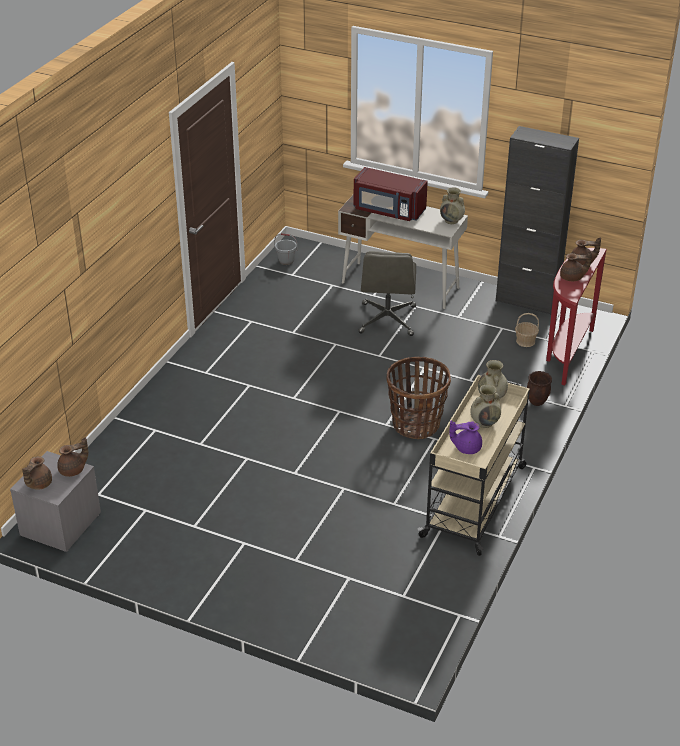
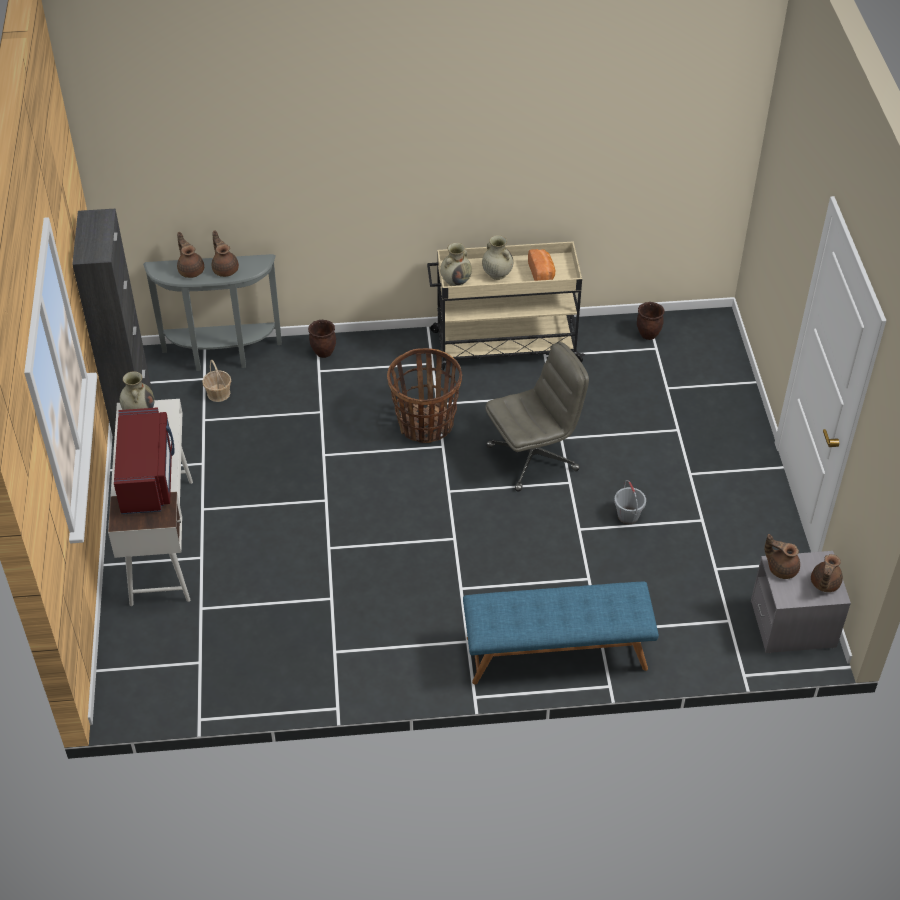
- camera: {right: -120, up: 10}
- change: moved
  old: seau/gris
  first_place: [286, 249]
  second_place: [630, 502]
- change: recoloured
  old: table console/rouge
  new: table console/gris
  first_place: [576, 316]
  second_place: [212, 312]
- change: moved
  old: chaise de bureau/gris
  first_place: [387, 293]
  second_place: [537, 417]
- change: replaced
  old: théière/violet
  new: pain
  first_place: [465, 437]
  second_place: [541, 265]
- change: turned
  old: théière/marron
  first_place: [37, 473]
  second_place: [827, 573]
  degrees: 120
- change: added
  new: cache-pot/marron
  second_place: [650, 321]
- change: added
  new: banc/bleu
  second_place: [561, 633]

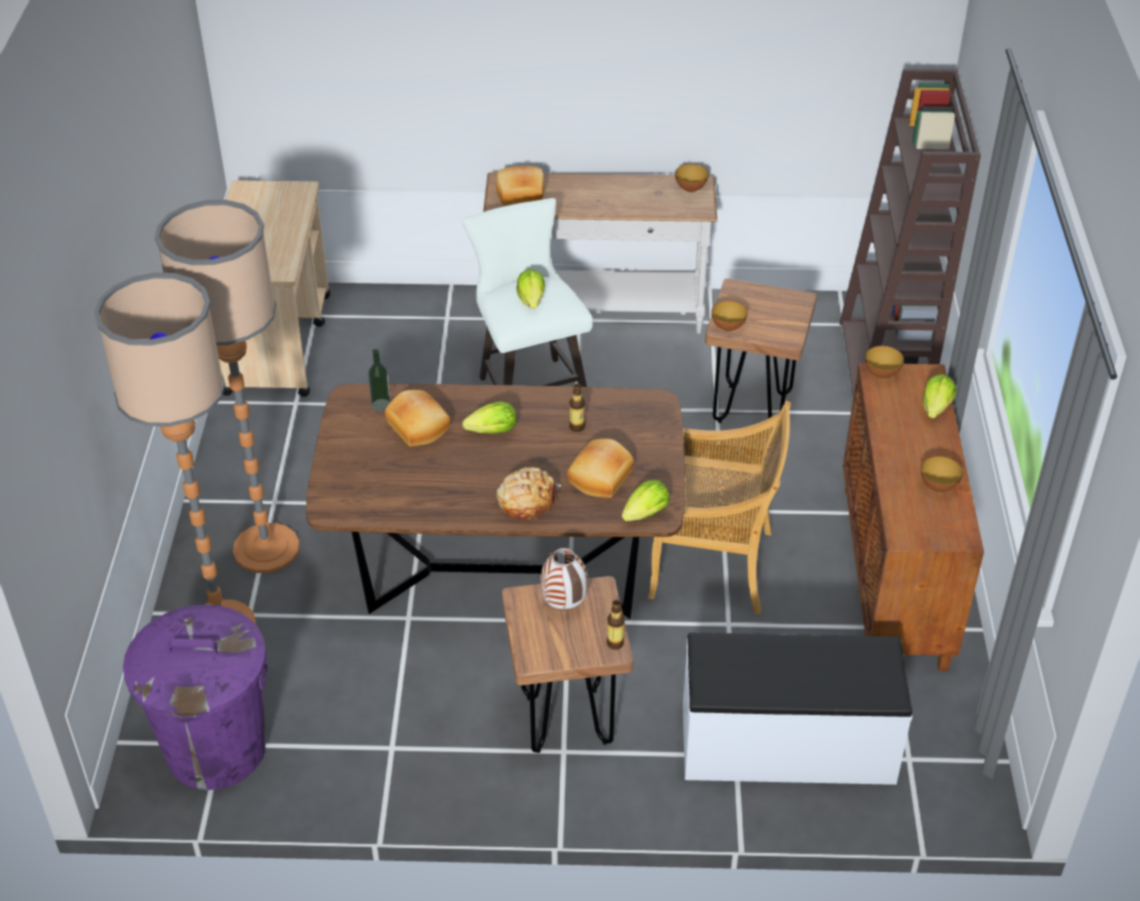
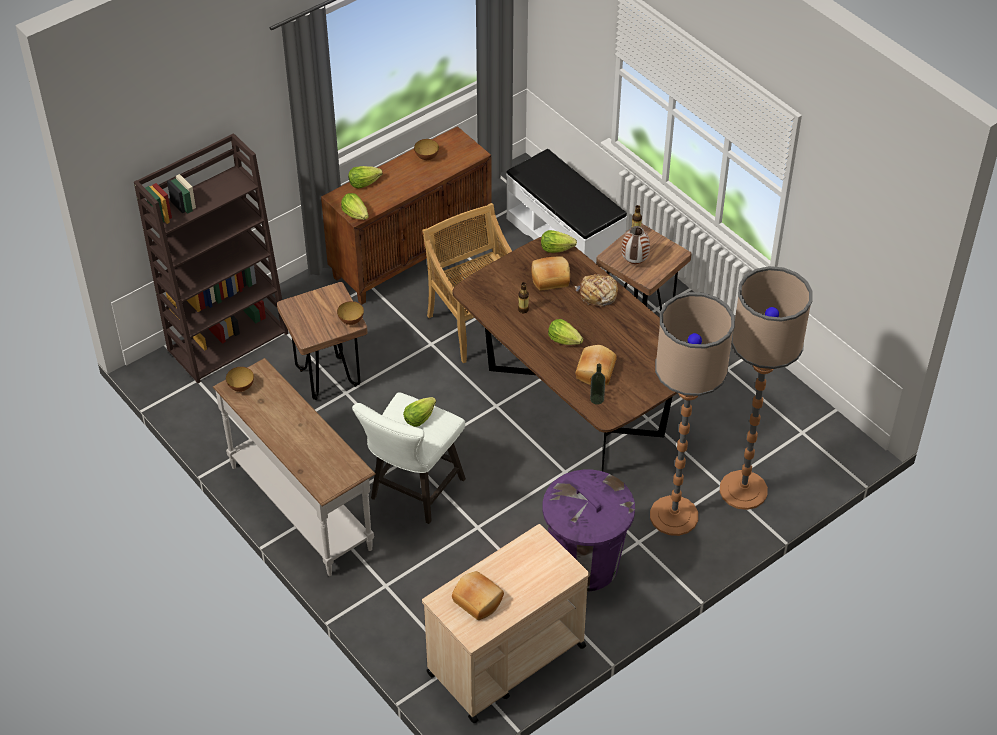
- camera: {right: -130, up: 5}
- change: moved
  old: pain
  first_place: [520, 185]
  second_place: [478, 595]
- change: replaced
  old: bol
  new: laitue
  first_place: [884, 362]
  second_place: [355, 206]
- change: moved
  old: poubelle/violet
  first_place: [195, 697]
  second_place: [589, 530]

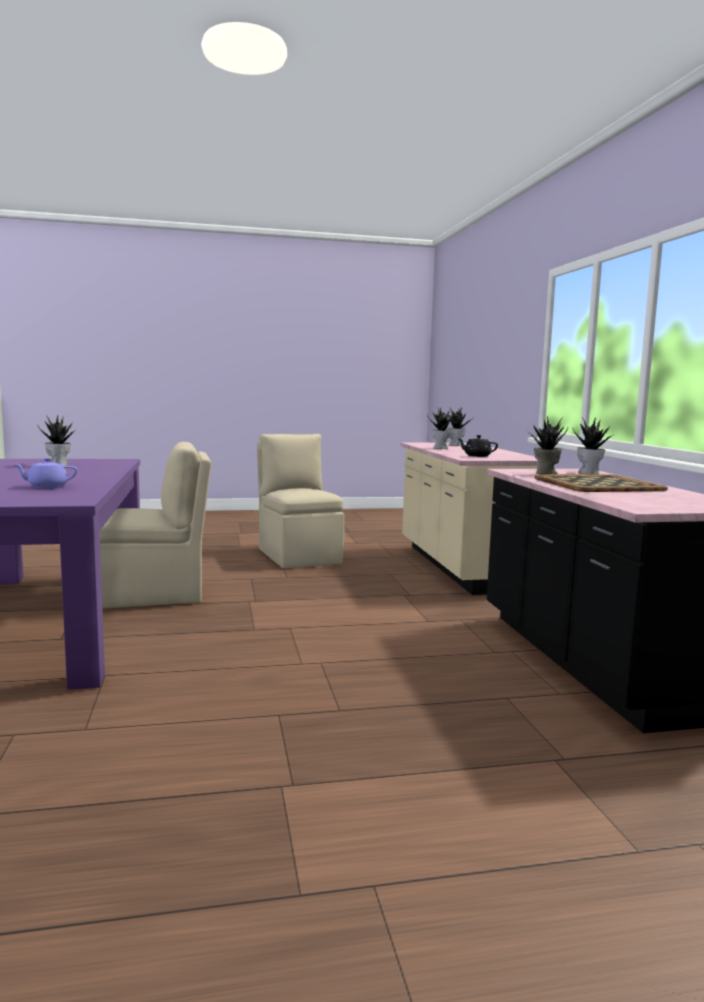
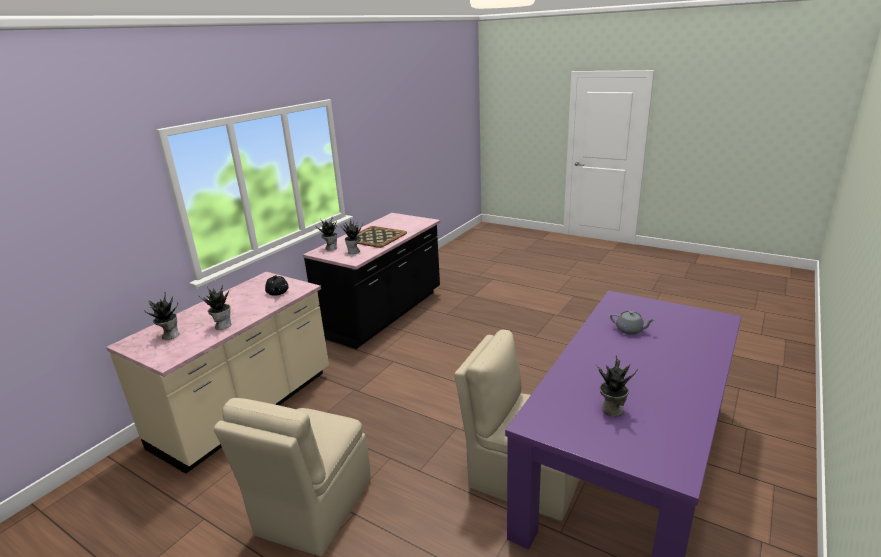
- camera: {right: -135, up: 15}
- change: recoloured
  old: théière/violet
  new: théière/gris
  first_place: [45, 473]
  second_place: [632, 322]

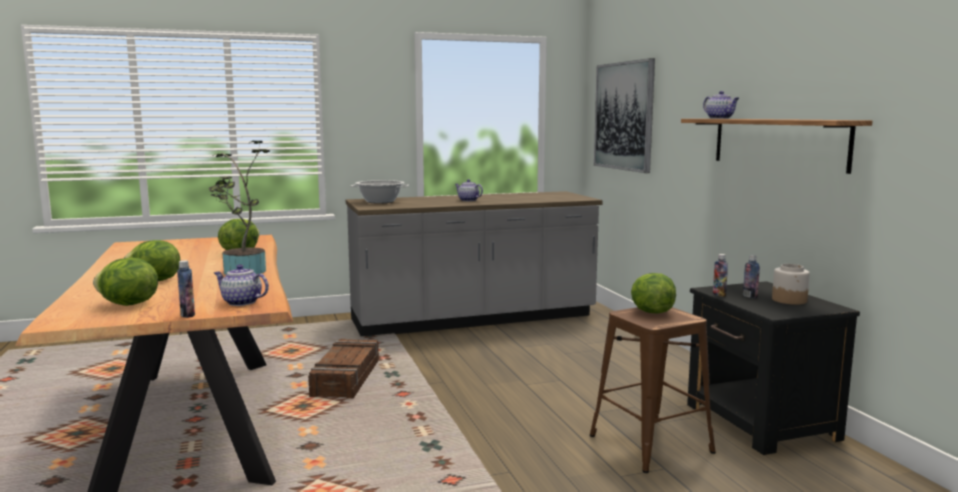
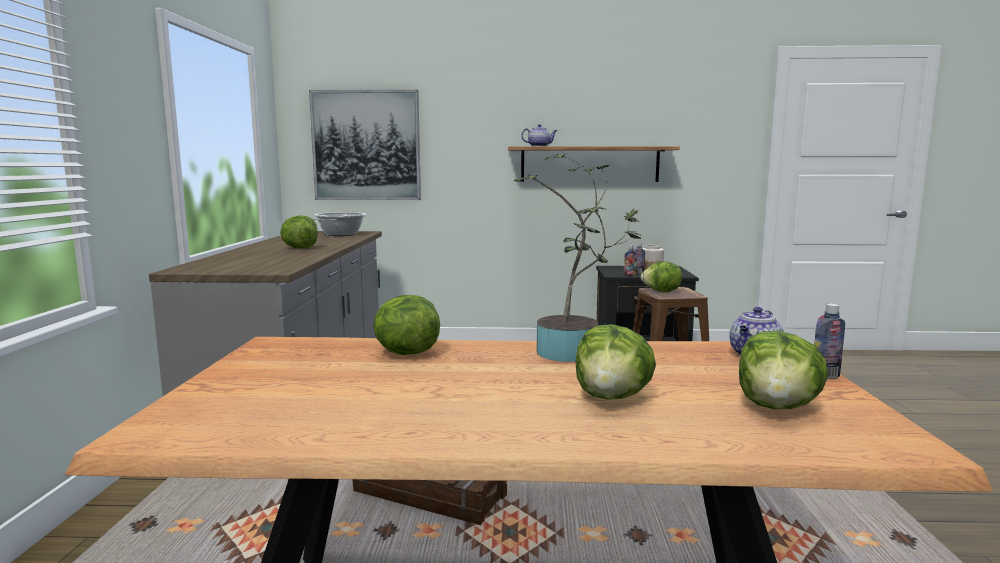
- camera: {right: -70, up: 0}
- change: replaced
  old: théière
  new: laitue
  first_place: [469, 190]
  second_place: [299, 232]
- change: moved
  old: marmite
  first_place: [379, 192]
  second_place: [340, 224]

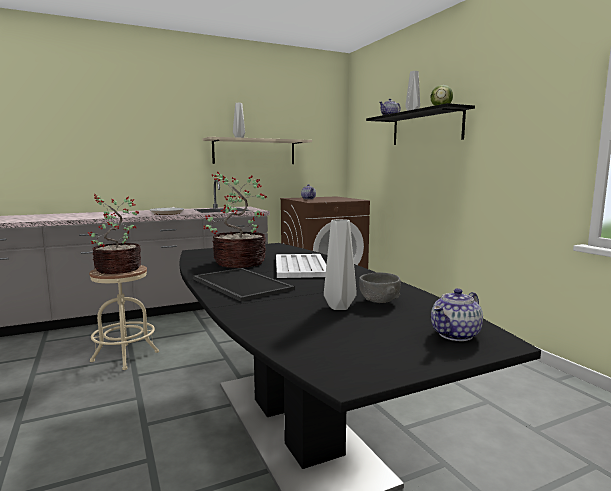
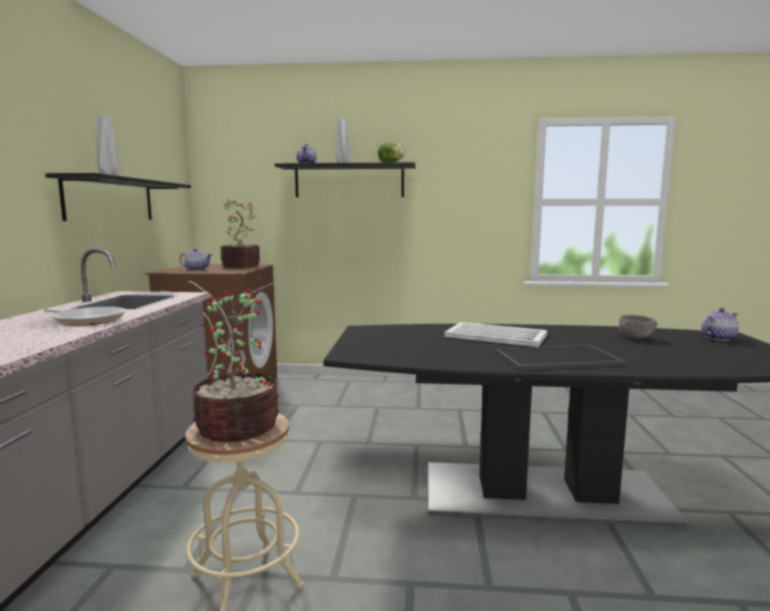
- camera: {right: -60, up: 0}
- change: recoloured
  old: étagère/beige
  new: étagère/noir
  first_place: [257, 150]
  second_place: [118, 197]
- change: moved
  old: plante en pot
  first_place: [235, 219]
  second_place: [240, 233]
- change: removed
  old: vase/gris
  first_place: [340, 264]
- change: turned
  old: théière
  first_place: [457, 314]
  second_place: [720, 324]
  degrees: -105

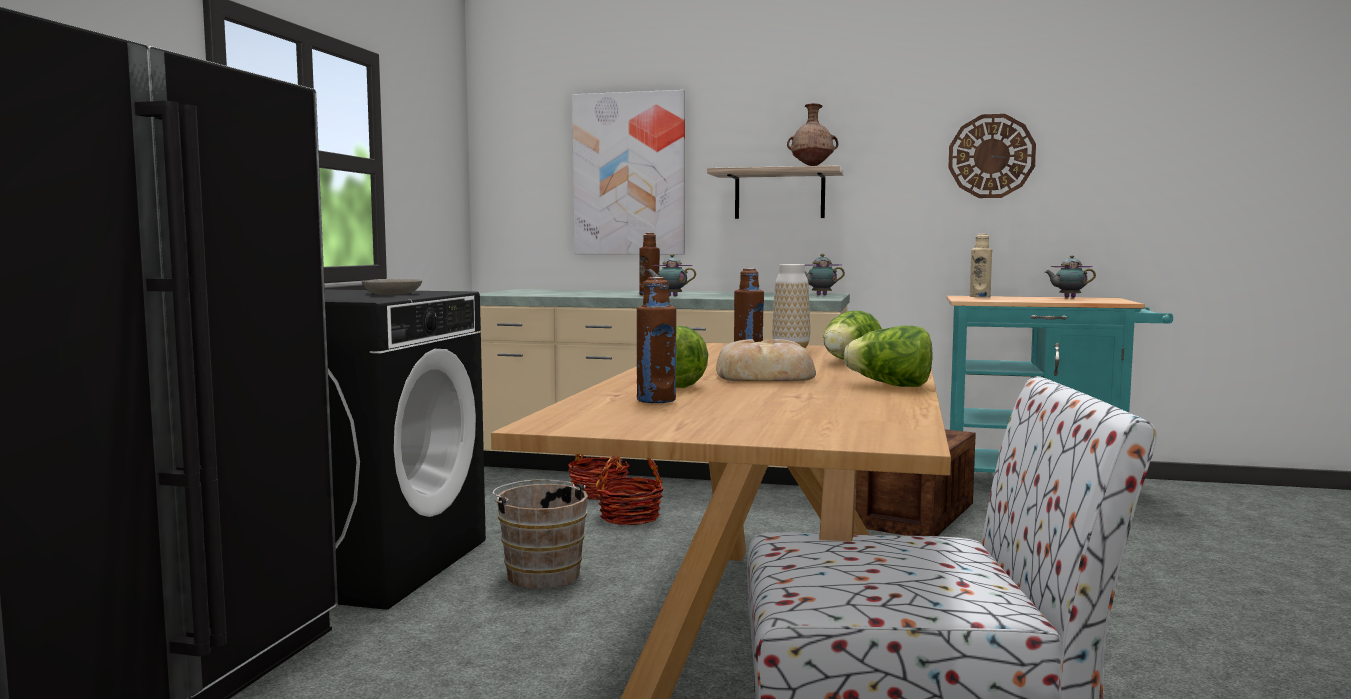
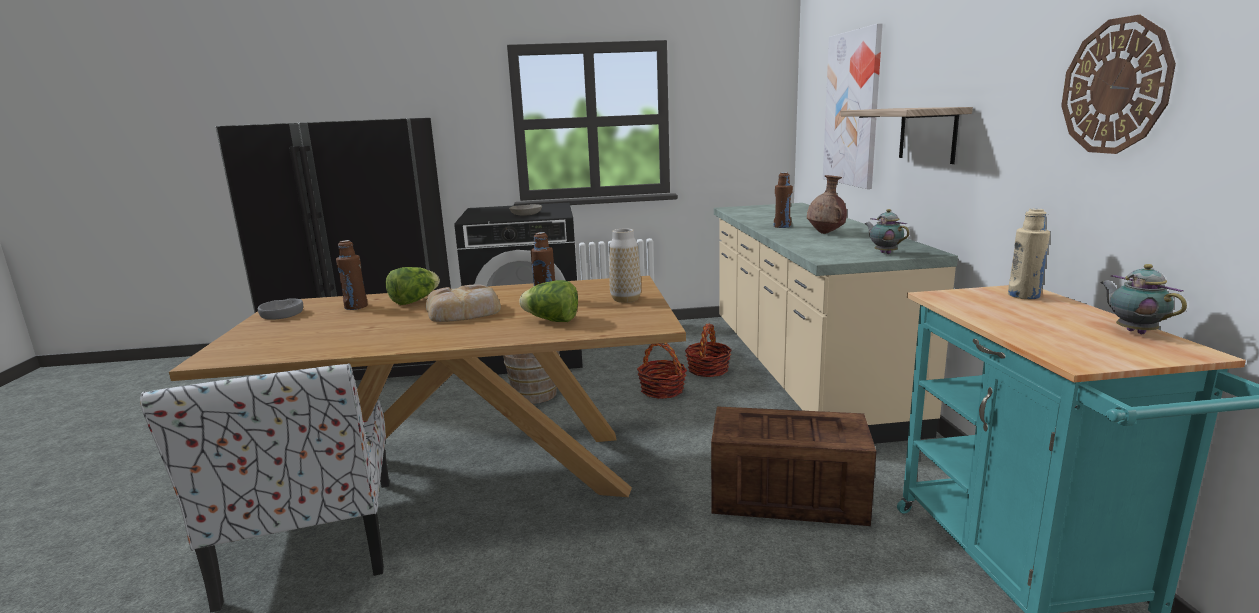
- camera: {right: 70, up: 10}
- change: moved
  old: vase/marron
  first_place: [812, 134]
  second_place: [827, 204]
- change: removed
  old: théière
  first_place: [671, 275]
- change: removed
  old: laitue
  first_place: [888, 356]
- change: added
  new: bol/gris
  second_place: [280, 309]

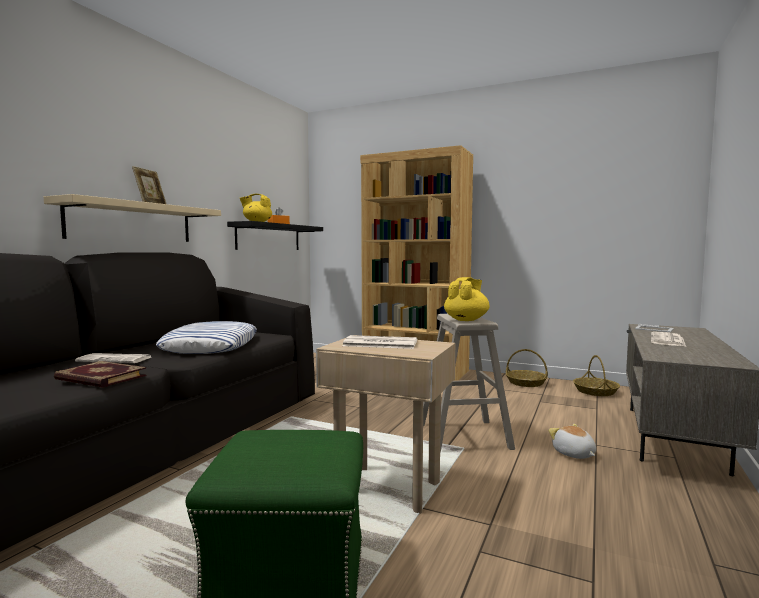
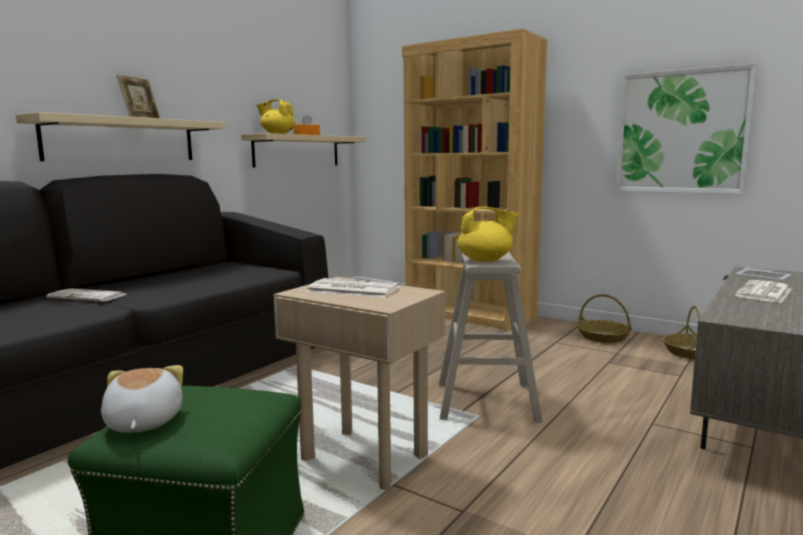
- camera: {right: 10, up: 5}
- change: recoloured
  old: étagère/noir
  new: étagère/beige
  first_place: [275, 235]
  second_place: [303, 150]
- change: turned
  old: théière/jaune
  first_place: [467, 299]
  second_place: [488, 234]
  degrees: 45
- change: removed
  old: coussin
  first_place: [206, 337]
- change: removed
  old: livre
  first_place: [100, 374]
- change: moved
  old: peluche
  first_place: [572, 441]
  second_place: [142, 399]
- change: added
  new: tableau
  second_place: [686, 128]

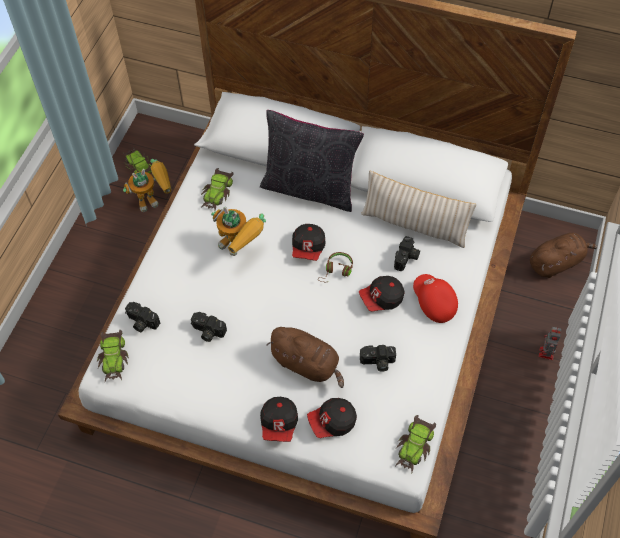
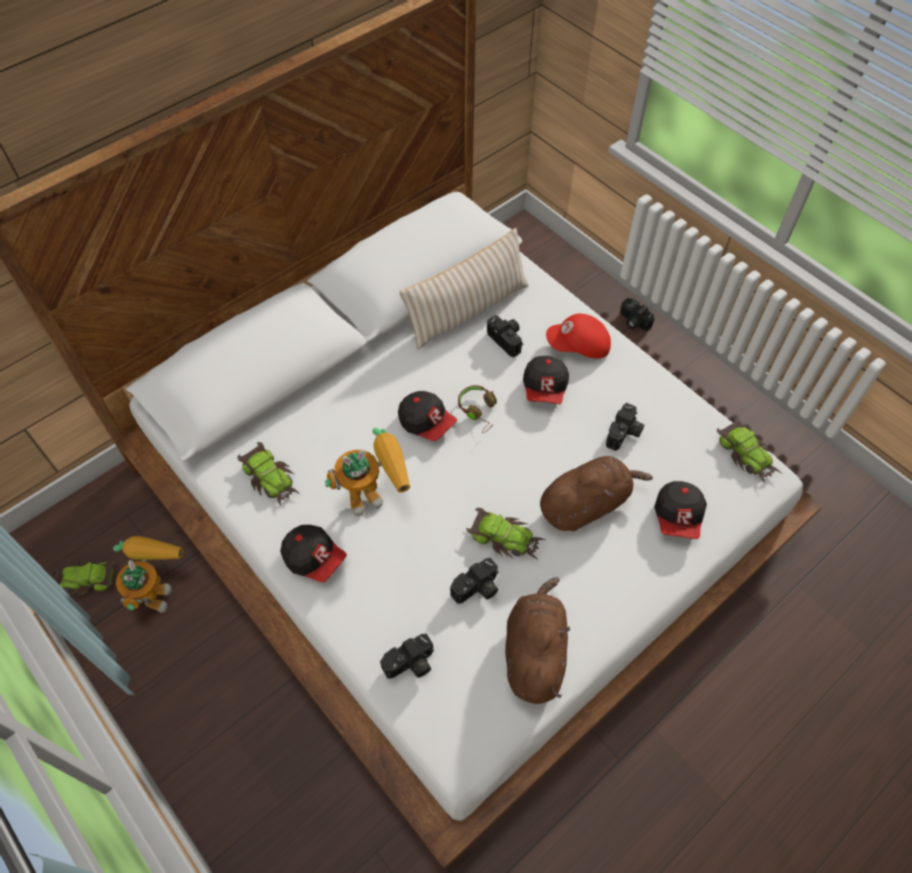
- camera: {right: -60, up: 0}
- change: removed
  old: coussin/noir
  first_place: [312, 161]
- change: moved
  old: peluche/marron
  first_place: [563, 255]
  second_place: [537, 640]
- change: replaced
  old: robot jouet
  new: appareil photo
  first_place: [549, 343]
  second_place: [637, 314]
- change: moved
  old: petite voiture
  first_place: [113, 356]
  second_place: [506, 533]
- change: moved
  old: casquette
  first_place: [279, 419]
  second_place: [313, 553]

